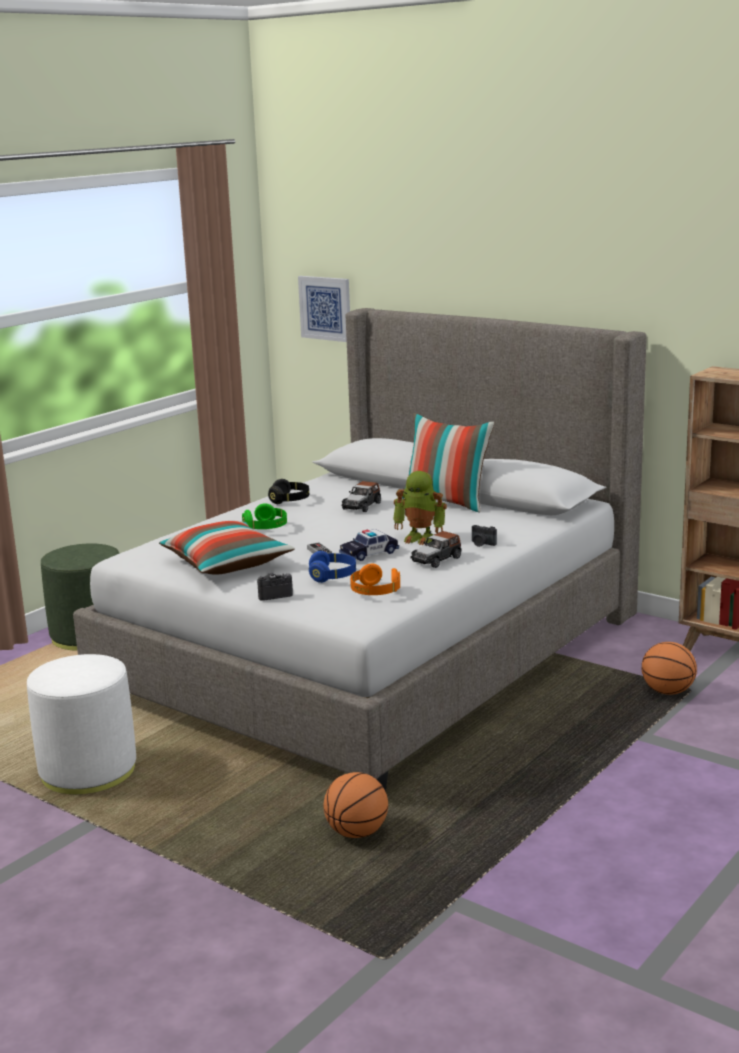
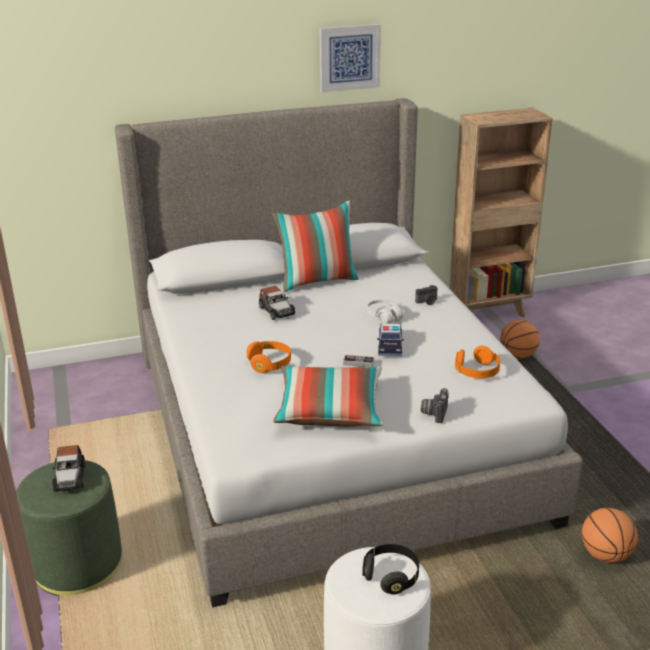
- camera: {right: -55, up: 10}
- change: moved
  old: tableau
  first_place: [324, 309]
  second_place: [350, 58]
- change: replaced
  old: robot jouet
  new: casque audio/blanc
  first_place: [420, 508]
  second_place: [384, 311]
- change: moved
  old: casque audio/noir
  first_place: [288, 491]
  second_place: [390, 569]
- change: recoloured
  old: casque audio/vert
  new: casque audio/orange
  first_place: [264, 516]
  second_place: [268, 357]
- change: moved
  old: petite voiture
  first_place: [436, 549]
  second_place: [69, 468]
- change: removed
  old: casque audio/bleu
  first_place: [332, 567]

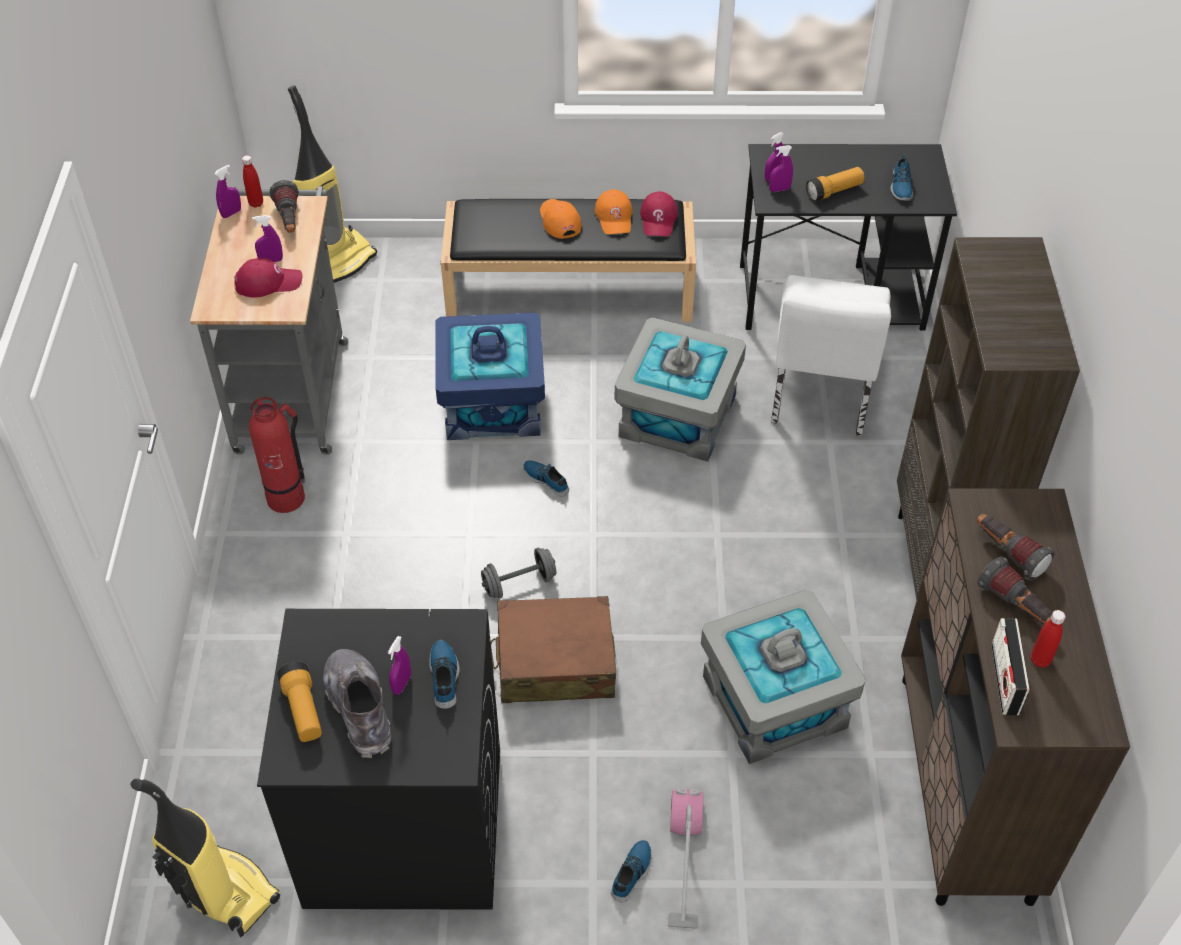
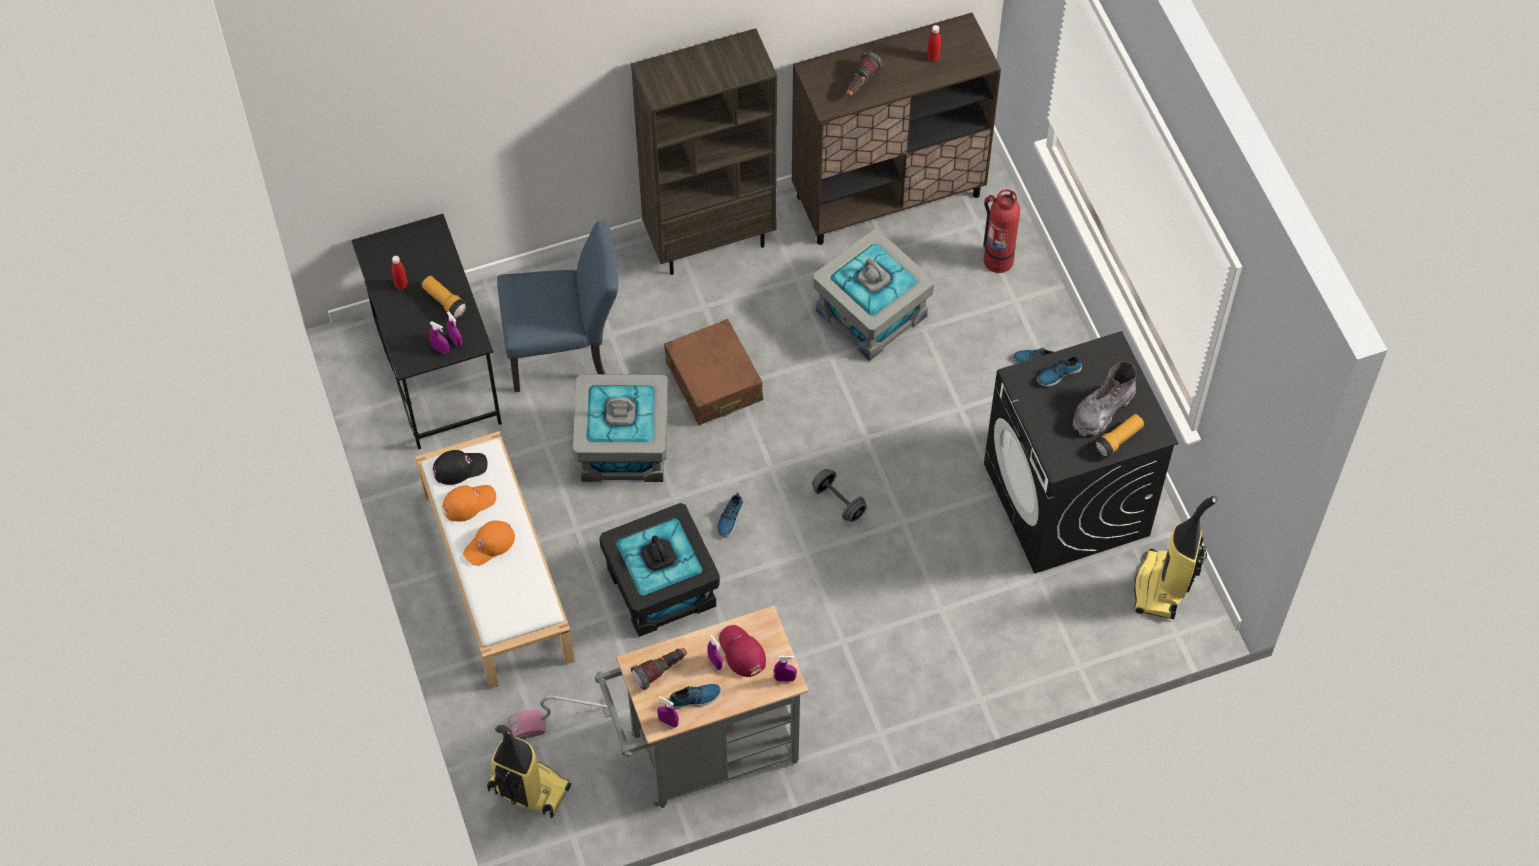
- camera: {right: -110, up: 10}
- change: moved
  old: chaussure
  first_place: [902, 177]
  second_place: [695, 697]
- change: moved
  old: bouteille/rouge
  first_place: [252, 181]
  second_place: [400, 273]
- change: recoloured
  old: casquette/rouge
  new: casquette/noir
  first_place: [659, 213]
  second_place: [460, 467]
- change: recoloured
  old: banc/noir
  new: banc/blanc
  first_place: [568, 260]
  second_place: [495, 560]
- change: recoloured
  old: chaise/blanc
  new: chaise/bleu
  first_place: [831, 355]
  second_place: [557, 306]
- change: recoloured
  old: boîte de rangement/bleu
  new: boîte de rangement/noir
  first_place: [490, 376]
  second_place: [659, 570]
- change: moved
  old: extincteur
  first_place: [277, 455]
  second_place: [1001, 231]
- change: removed
  old: lampe de poche
  first_place: [1015, 590]
- change: moved
  old: valise/marron
  first_place: [553, 649]
  second_place: [713, 372]
- change: removed
  old: radio
  first_place: [1010, 666]
- change: moved
  old: vaporisateur/violet
  first_place: [399, 665]
  second_place: [785, 669]
- change: moved
  old: aspirateur
  first_place: [685, 859]
  second_place: [560, 717]

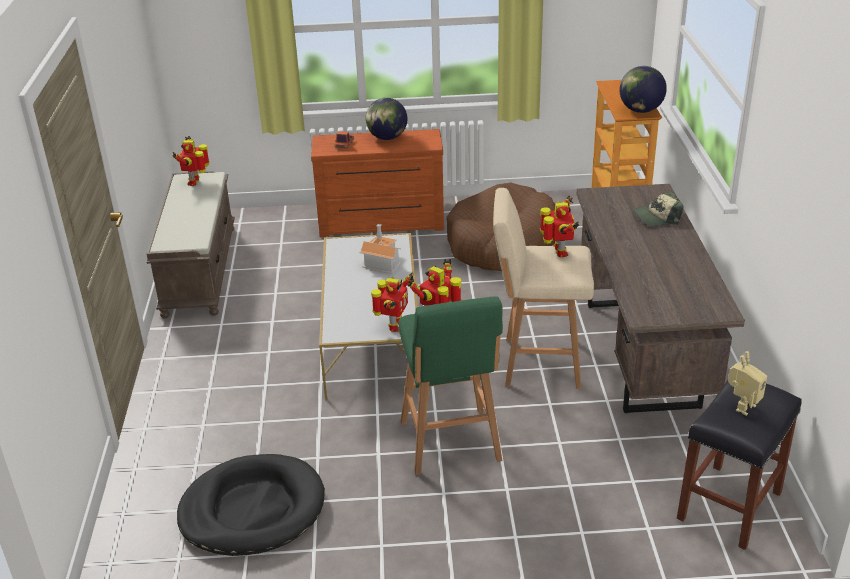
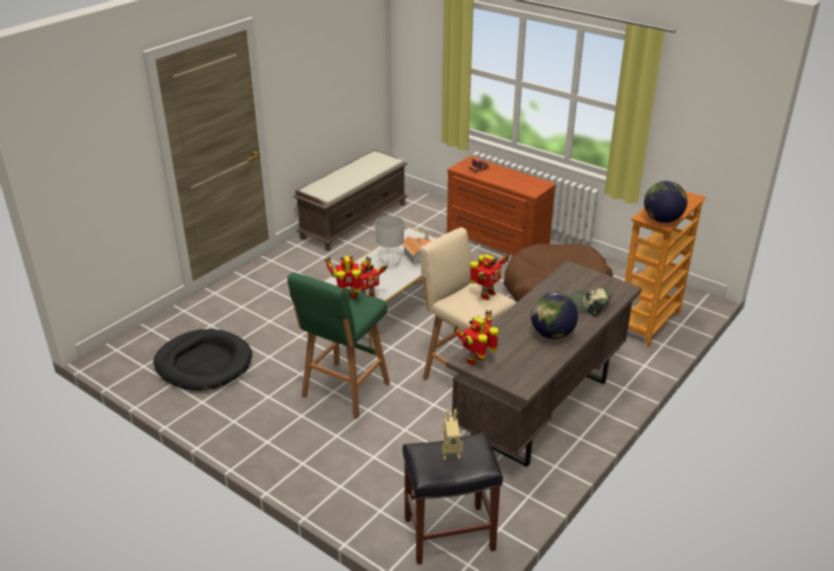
- camera: {right: 40, up: 0}
- change: moved
  old: globe
  first_place: [386, 119]
  second_place: [554, 315]
- change: moved
  old: robot jouet
  first_place: [191, 161]
  second_place: [476, 338]
- change: added
  new: lampe de table/gris
  second_place: [390, 242]

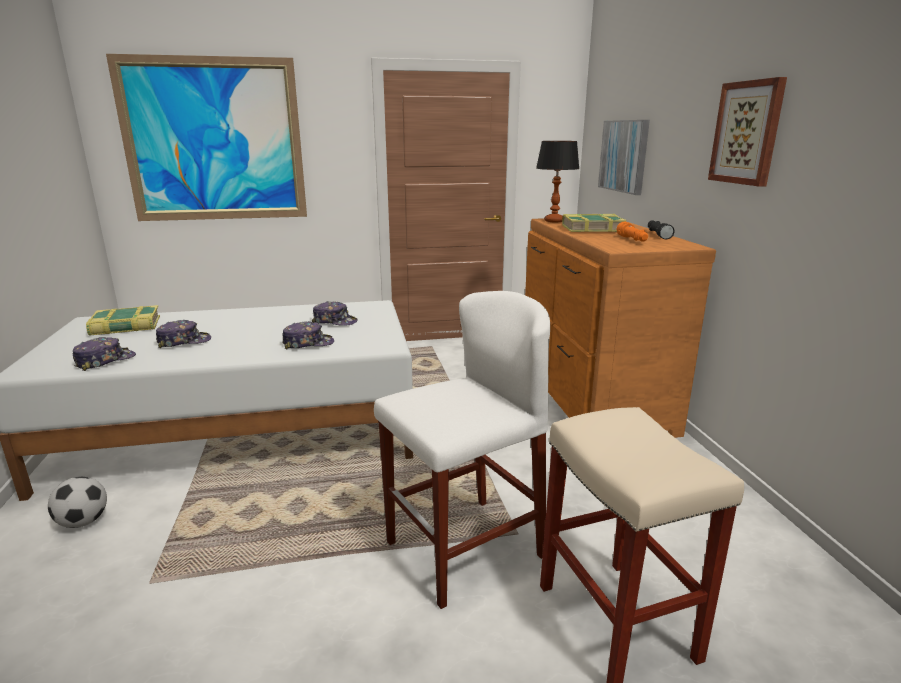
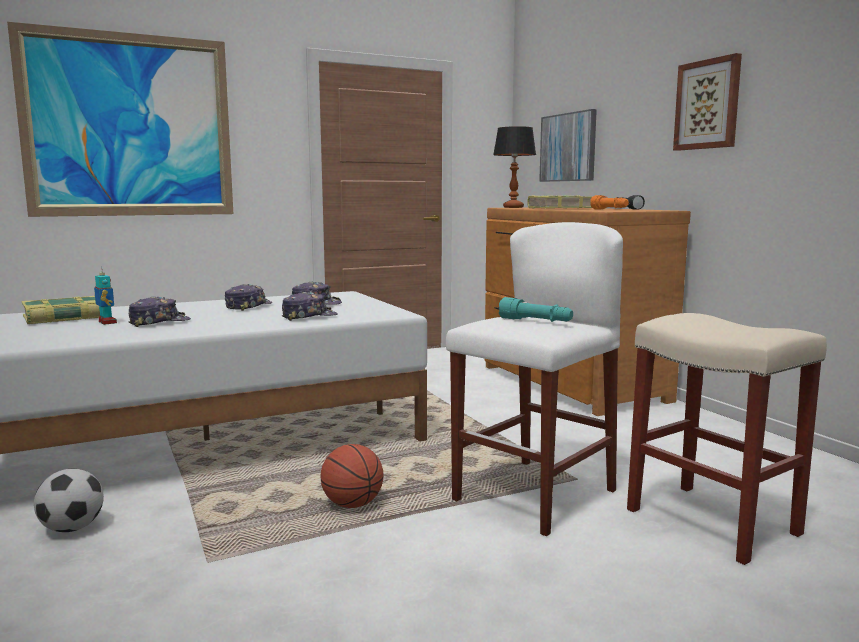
- camera: {right: -15, up: -10}
- change: moved
  old: casquette
  first_place: [104, 354]
  second_place: [248, 297]
- change: added
  new: robot jouet
  second_place: [105, 296]
- change: added
  new: lampe de poche/turquoise
  second_place: [536, 309]
- change: added
  new: ballon de basket
  second_place: [352, 476]

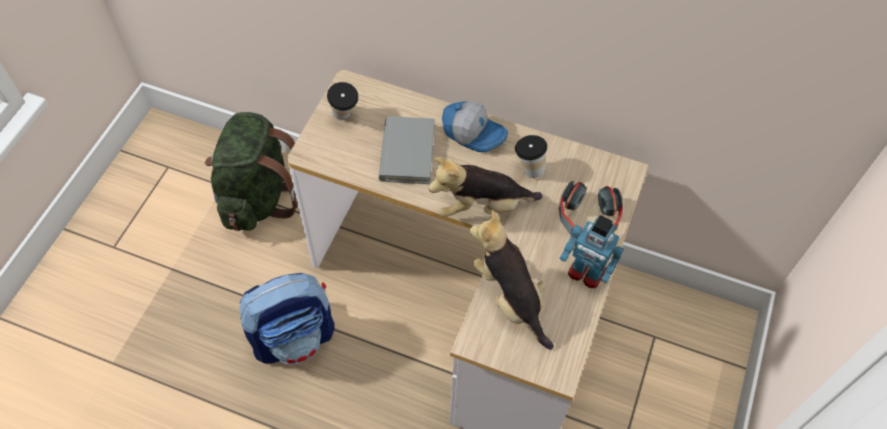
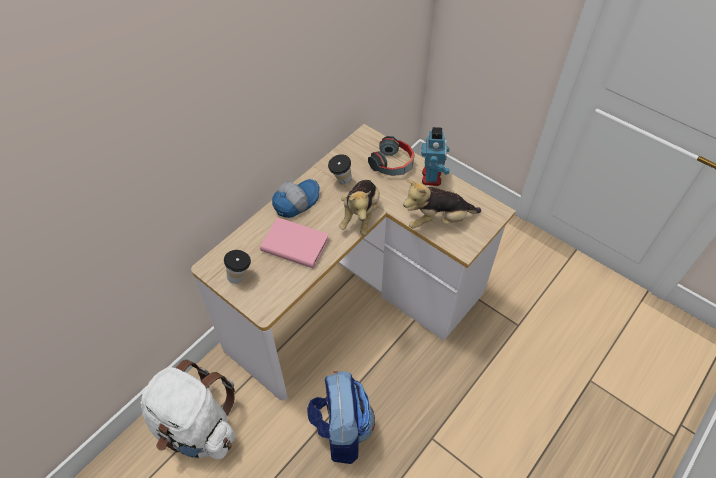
- camera: {right: -70, up: -5}
- change: recoloured
  old: sac à dos/vert
  new: sac à dos/blanc
  first_place: [251, 171]
  second_place: [188, 409]
- change: recoloured
  old: livre/gris
  new: livre/rose
  first_place: [407, 150]
  second_place: [294, 243]
- change: turned
  old: robot jouet
  first_place: [592, 251]
  second_place: [435, 156]
  degrees: -45

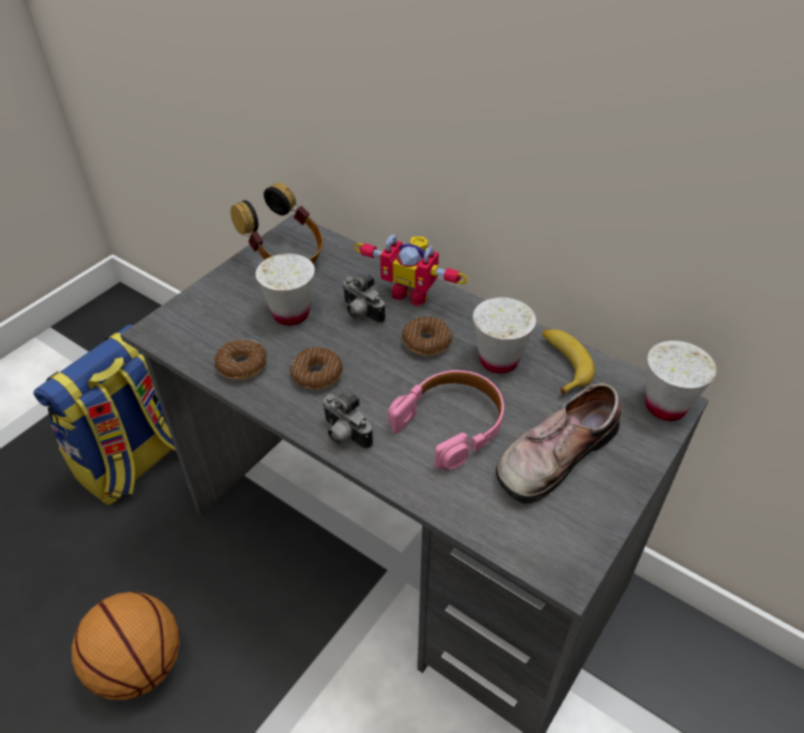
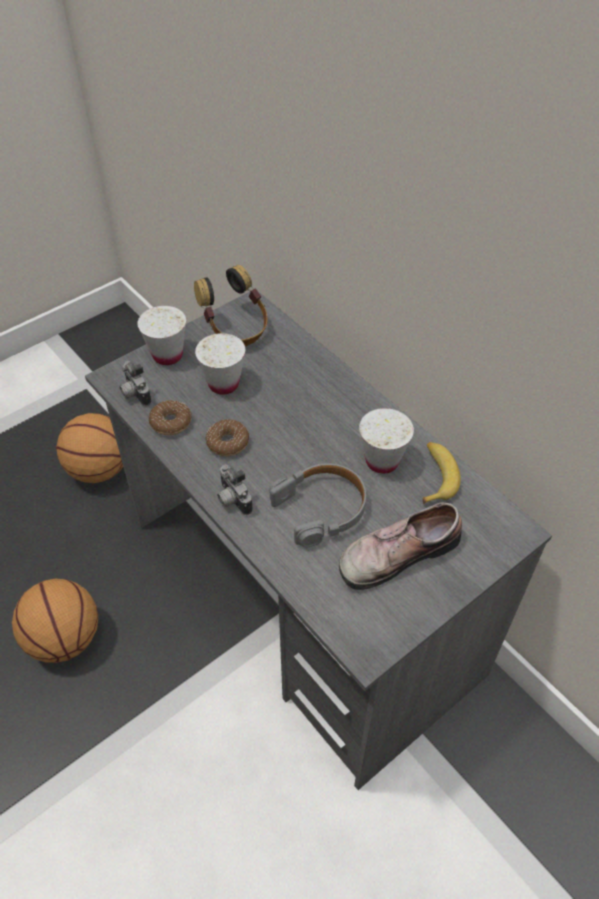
- camera: {right: 15, up: 5}
- change: removed
  old: robot jouet
  first_place: [411, 270]
- change: moved
  old: appareil photo
  first_place: [364, 298]
  second_place: [136, 383]
- change: removed
  old: beignet
  first_place: [427, 336]
- change: replaced
  old: sac à dos
  new: ballon de basket
  first_place: [104, 415]
  second_place: [89, 448]
- change: moved
  old: tasse/blanc
  first_place: [680, 380]
  second_place: [161, 335]
- change: recoloured
  old: casque audio/rose
  new: casque audio/gris
  first_place: [446, 420]
  second_place: [317, 505]

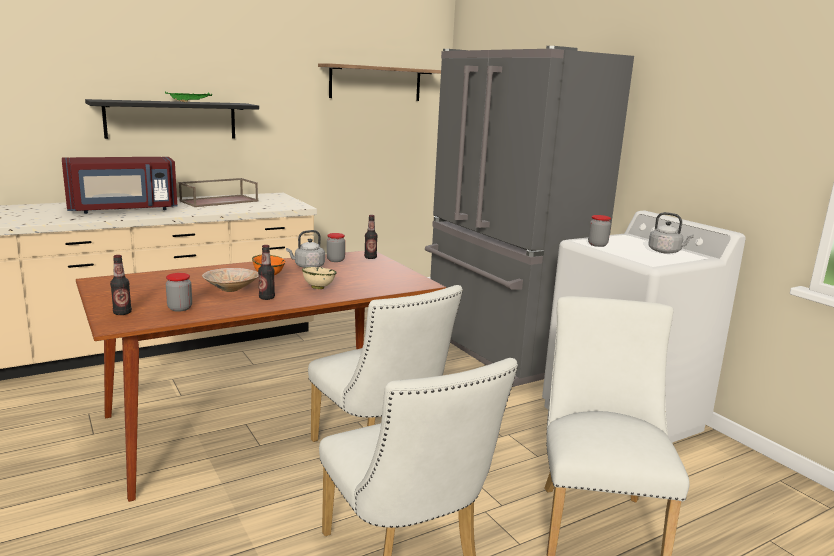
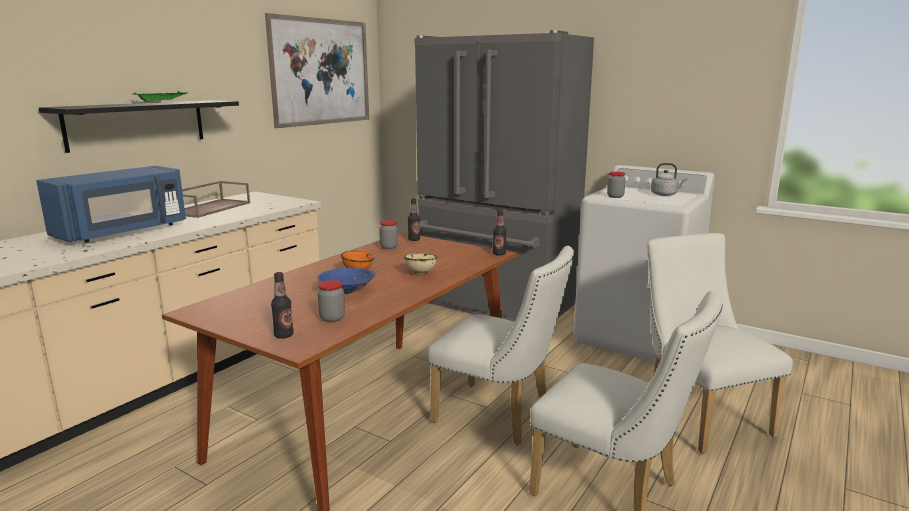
- camera: {right: -25, up: 0}
- change: replaced
  old: étagère
  new: tableau
  first_place: [379, 82]
  second_place: [317, 70]
- change: recoloured
  old: micro-ondes/rouge
  new: micro-ondes/bleu
  first_place: [120, 185]
  second_place: [111, 204]
- change: removed
  old: bouilloire/gris
  first_place: [305, 249]
- change: moved
  old: bouteille
  first_place: [266, 272]
  second_place: [499, 232]
- change: recoloured
  old: bol/beige
  new: bol/bleu
  first_place: [230, 280]
  second_place: [346, 281]

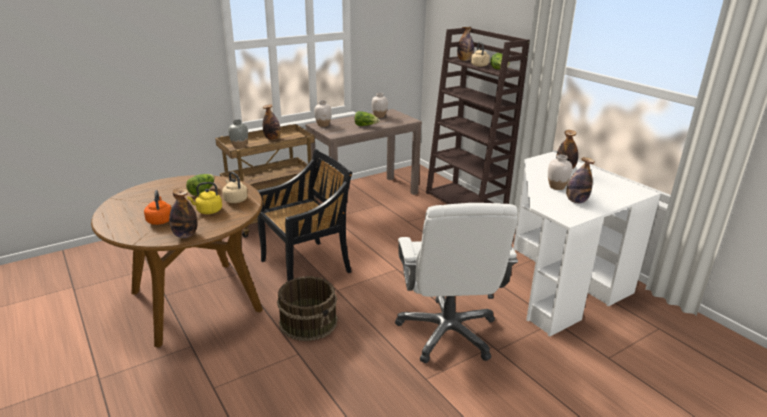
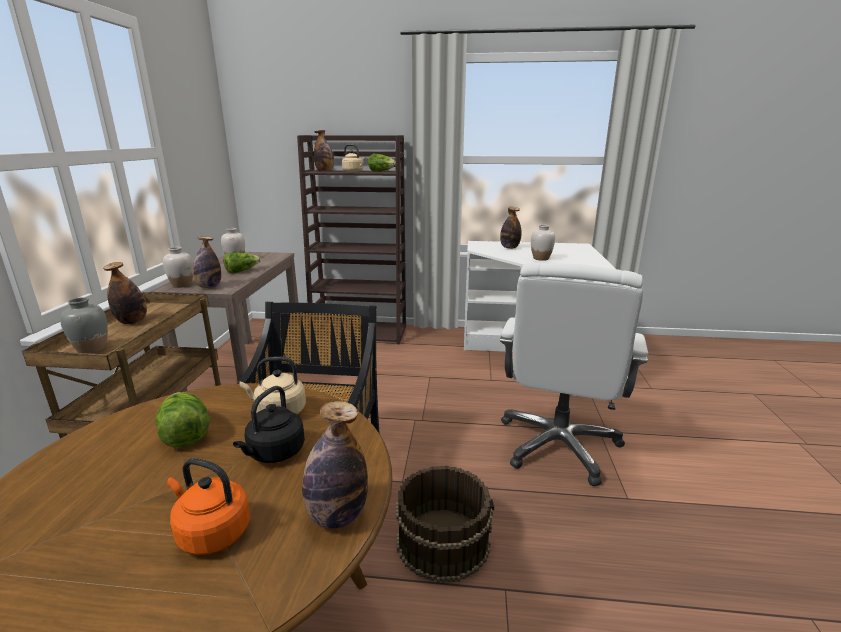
- camera: {right: -50, up: -5}
- change: moved
  old: bouteille
  first_place: [580, 180]
  second_place: [207, 262]
- change: recoloured
  old: bouilloire/jaune
  new: bouilloire/noir
  first_place: [204, 198]
  second_place: [269, 424]
- change: turned
  old: chaise de bureau/blanc
  first_place: [456, 283]
  second_place: [574, 374]
  degrees: 75

